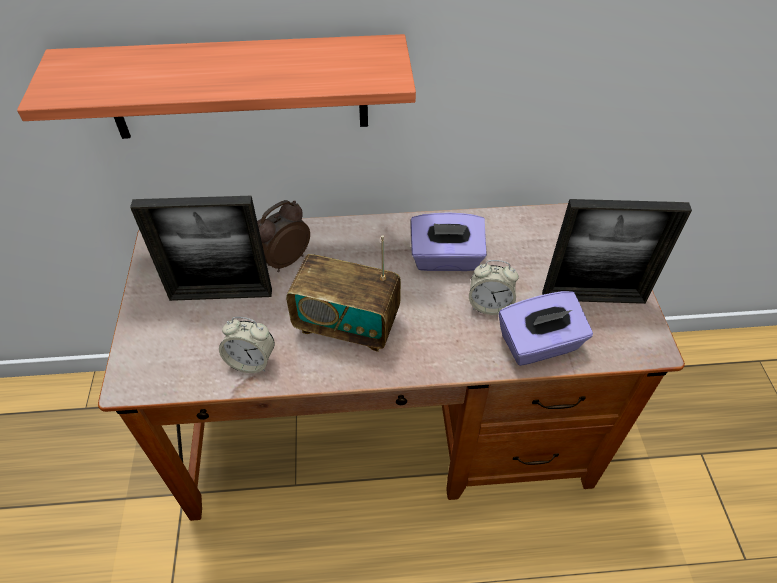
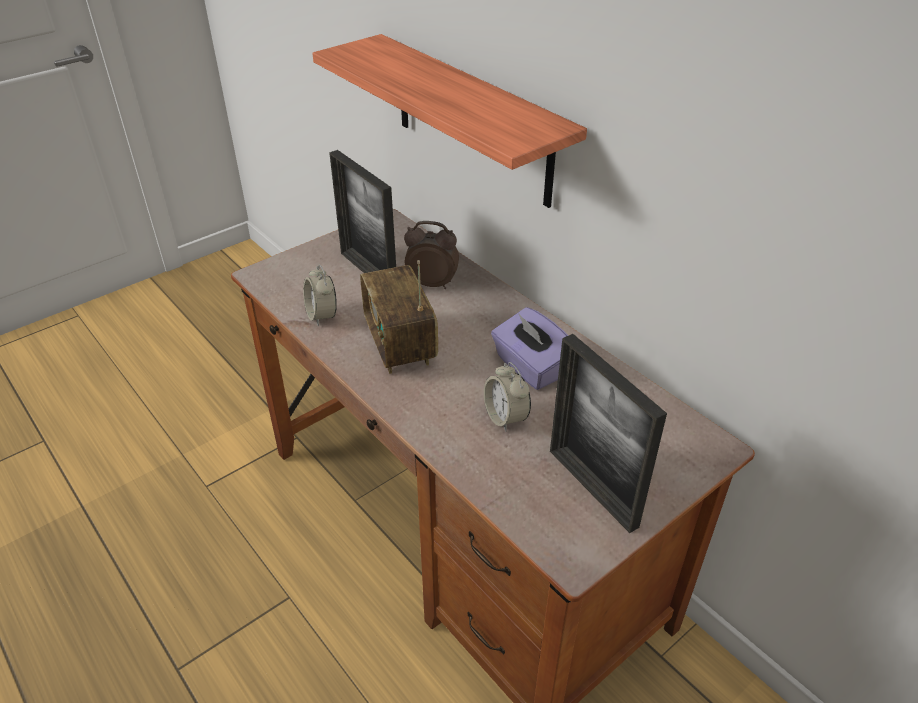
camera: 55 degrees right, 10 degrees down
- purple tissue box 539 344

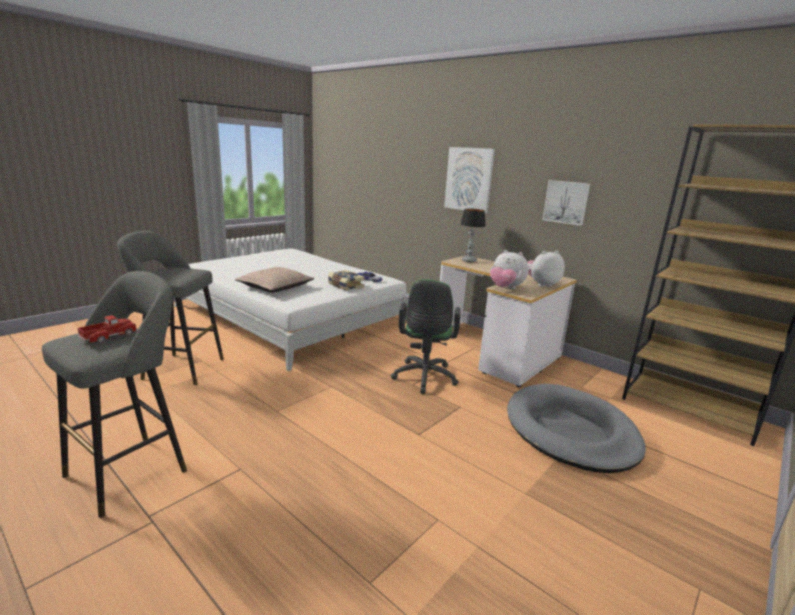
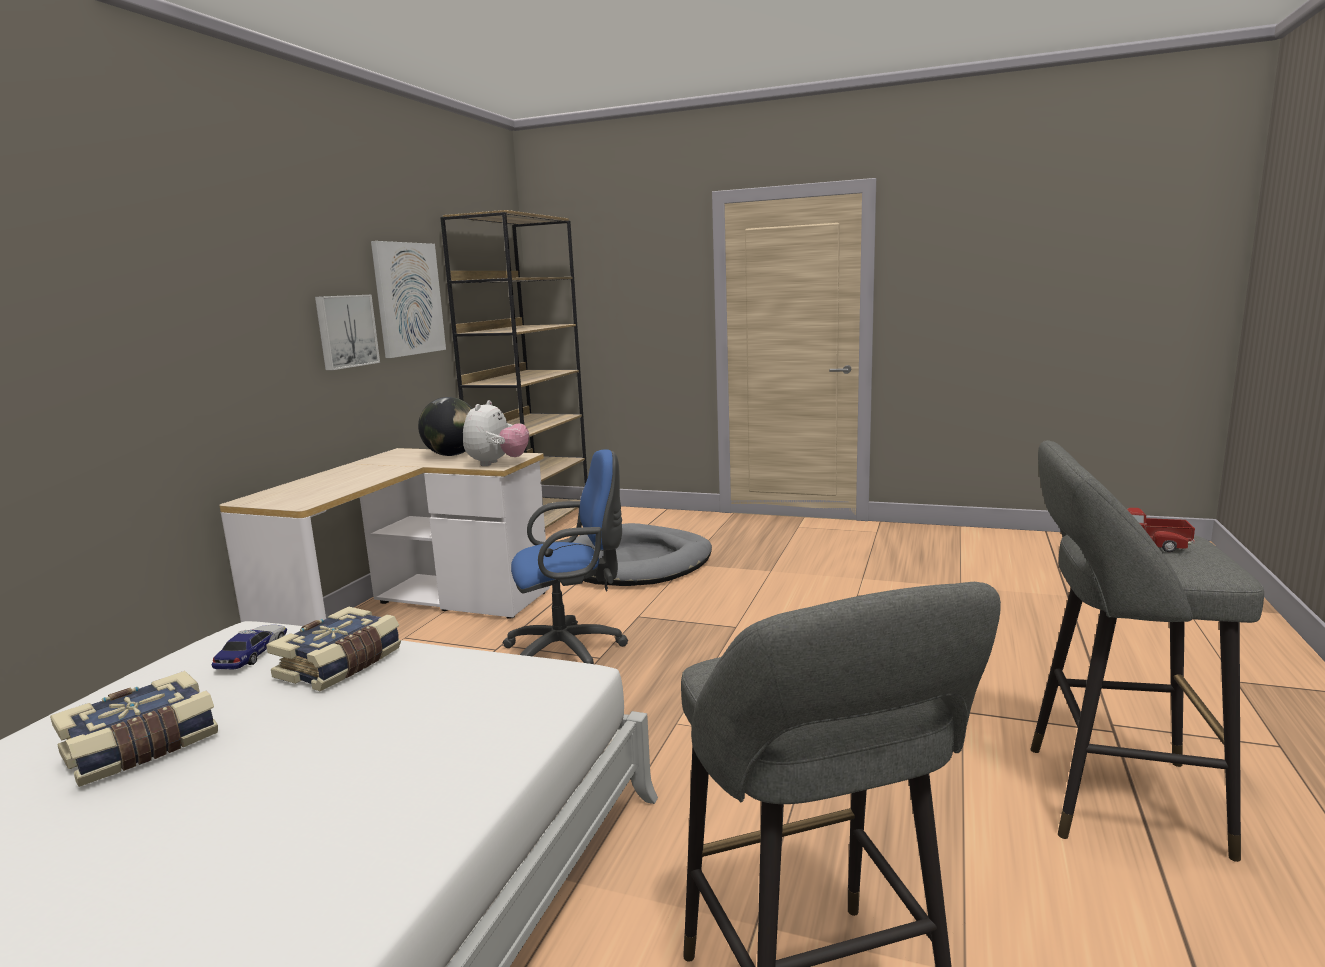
camera: 110 degrees left, 5 degrees down
+ book 142 748
~ picture 469 179 to 408 299
~ soft toy 541 284 to desk globe 452 455
~ green-coloured desk chair 424 378 to blue desk chair 570 653
- pillow 275 287
- tabletop lamp 468 261

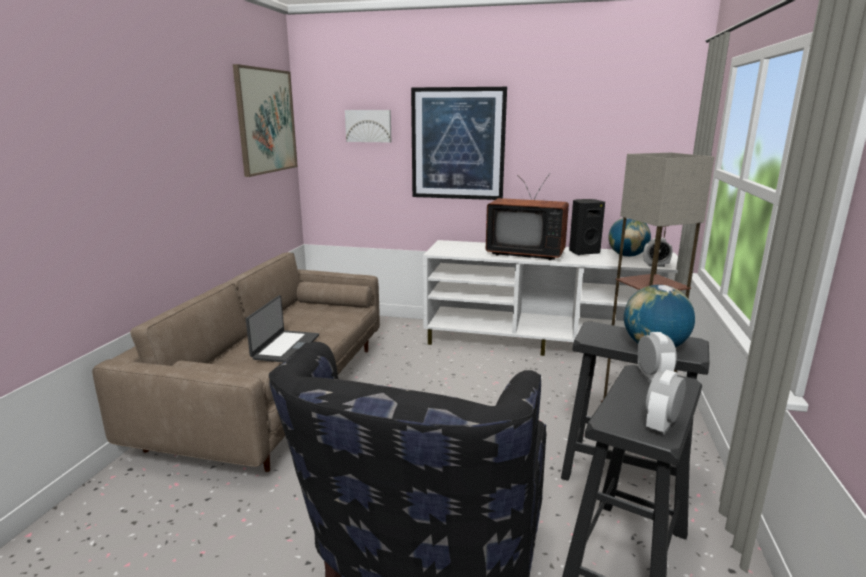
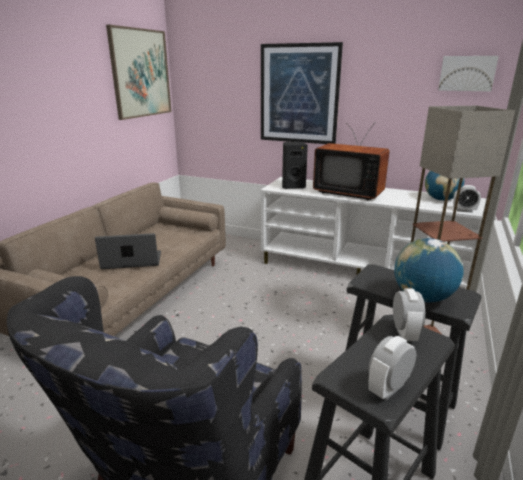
camera: 10 degrees right, 5 degrees up
~ portable computer 285 347 = 132 261 120 degrees counterclockwise
~ black-coloured loudspeaker 583 252 to 292 187
~ picture 368 126 to 467 73

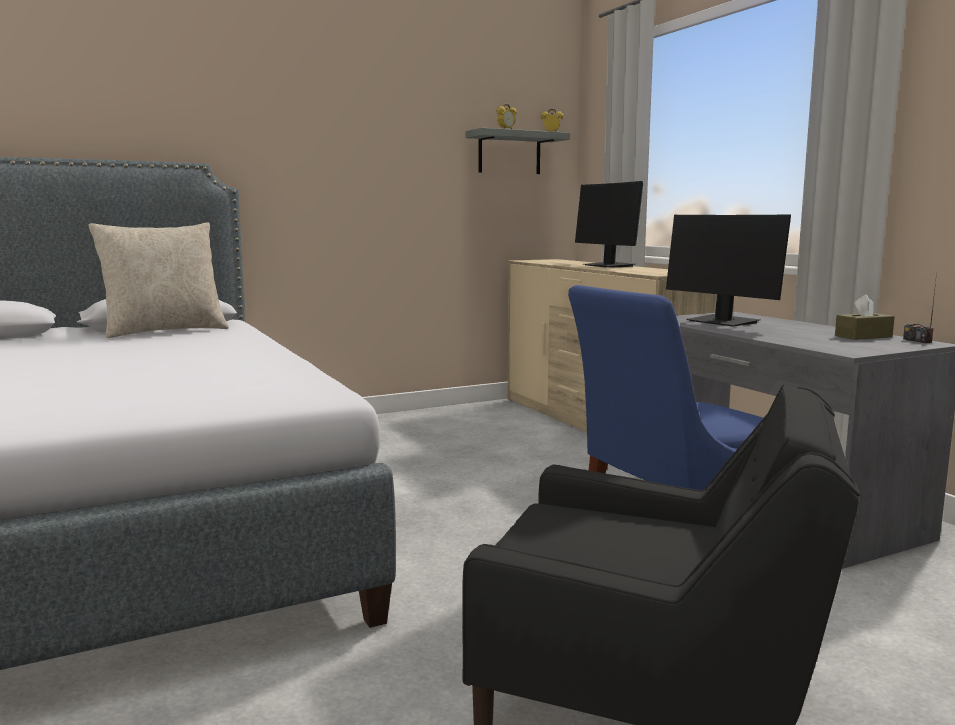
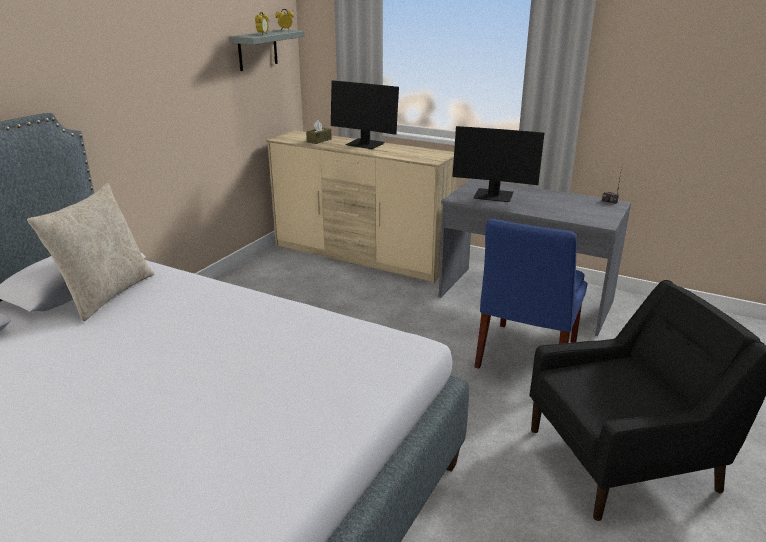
camera: 35 degrees left, 15 degrees up
~ brown tissue box 863 336 to 319 140

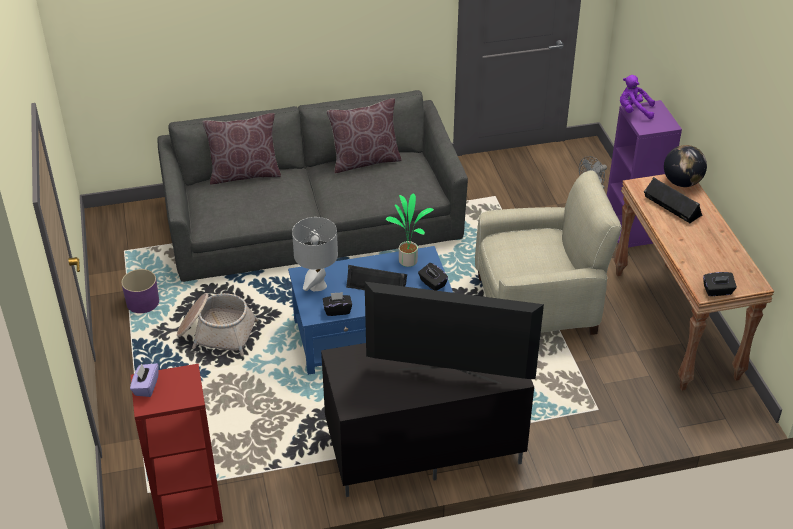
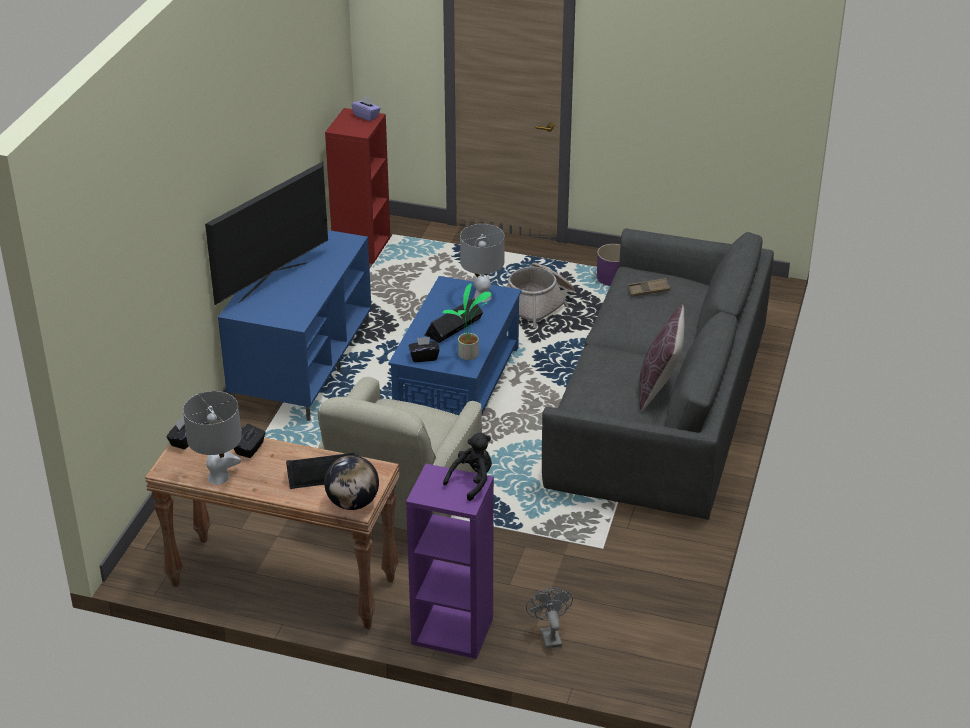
camera: 120 degrees right, 5 degrees down
+ gray tabletop lamp 219 477
~ black-coloured tv unit 423 448 to blue tv unit 301 364
~ black-coloured tissue box 337 310 to 250 449
~ purple soft toy 634 111 to black-coloured soft toy 472 481
+ brown serving tray 648 290
- brown pillow 244 174

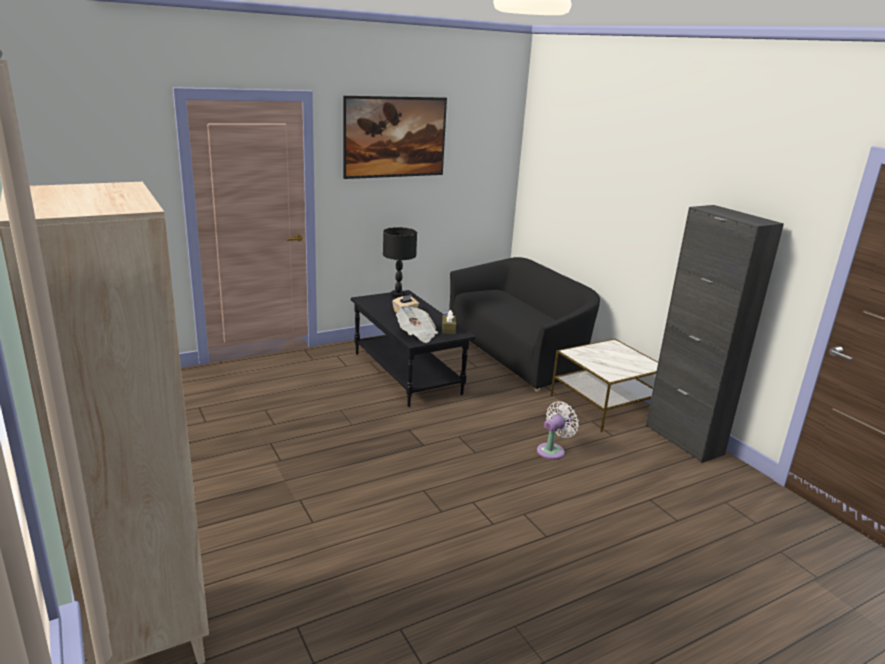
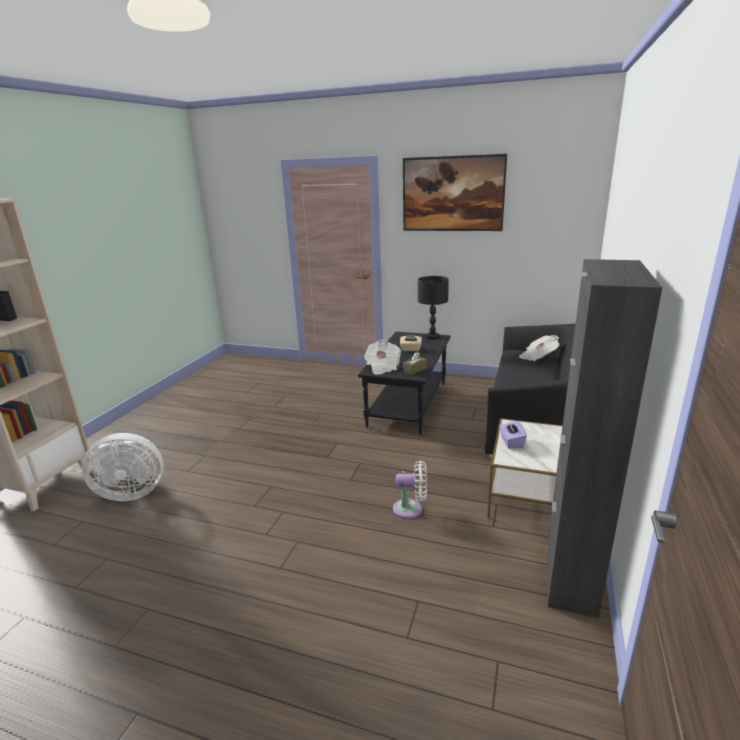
camera: 50 degrees right, 0 degrees up
+ whitish fan 131 492
+ purple tissue box 511 442
+ newspaper 538 357

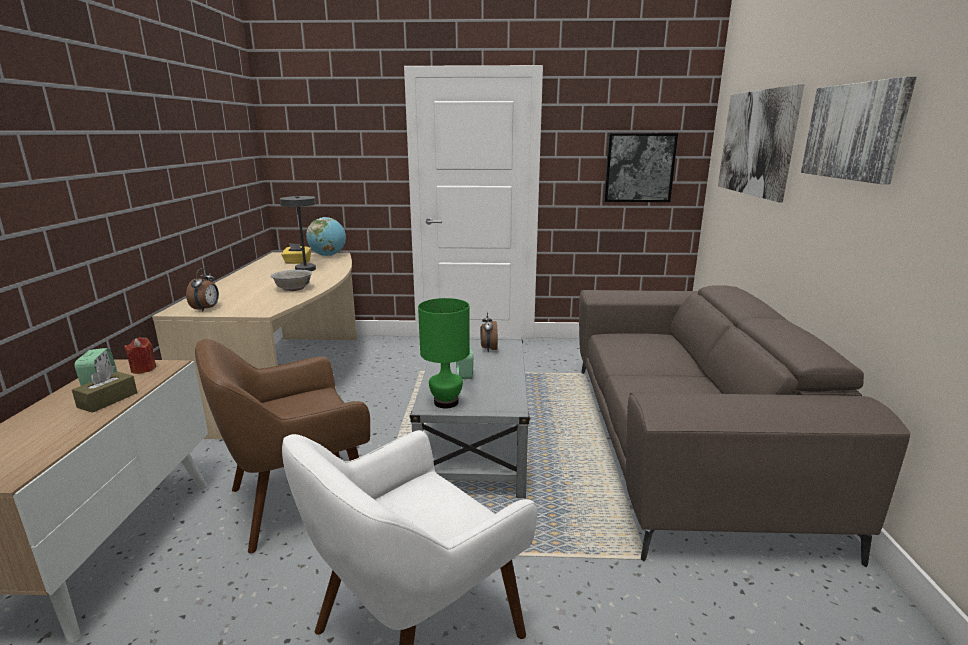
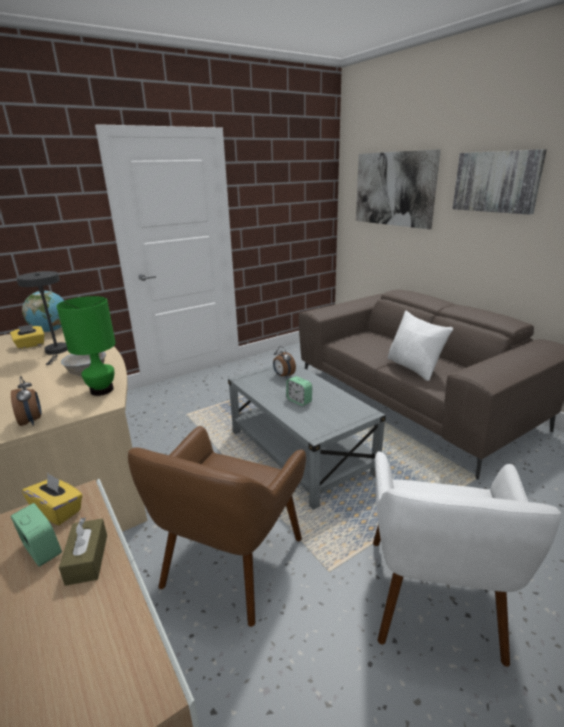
camera: 35 degrees left, 5 degrees up
~ reddish wax candle 143 369 to yellowish tissue box 58 510
~ green-coloured tabletop lamp 446 402 to 102 390
+ whitish pillow 414 368
- picture 639 168

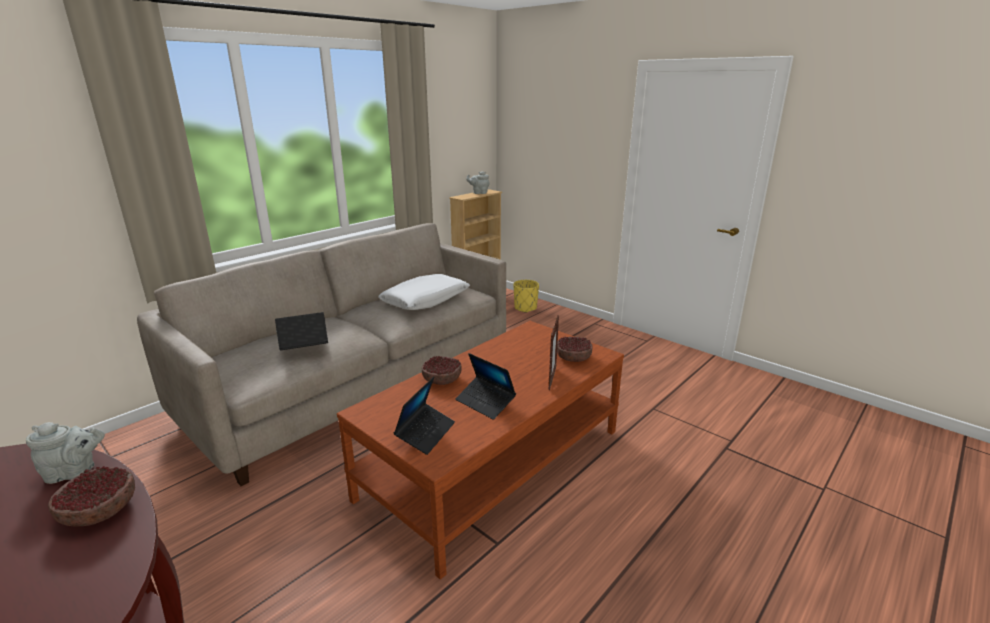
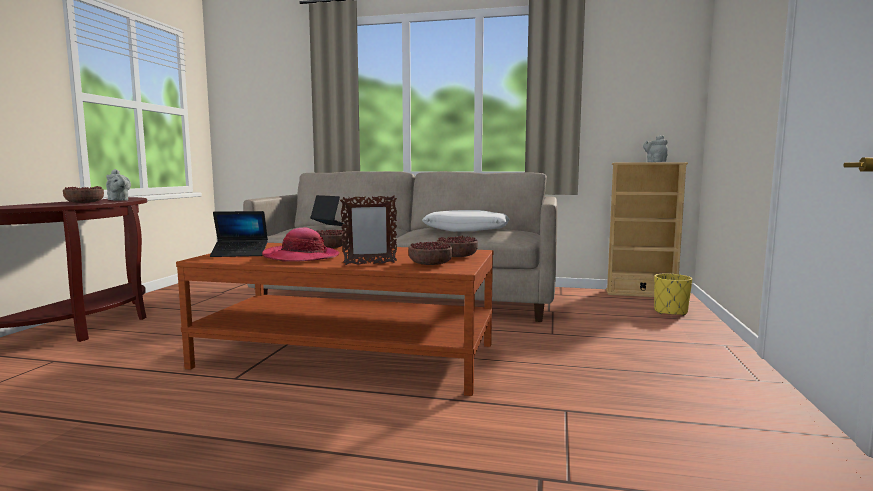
camera: 60 degrees right, 15 degrees down
~ portable computer 485 402 to clothing hat 301 257
+ serving bowl 457 256

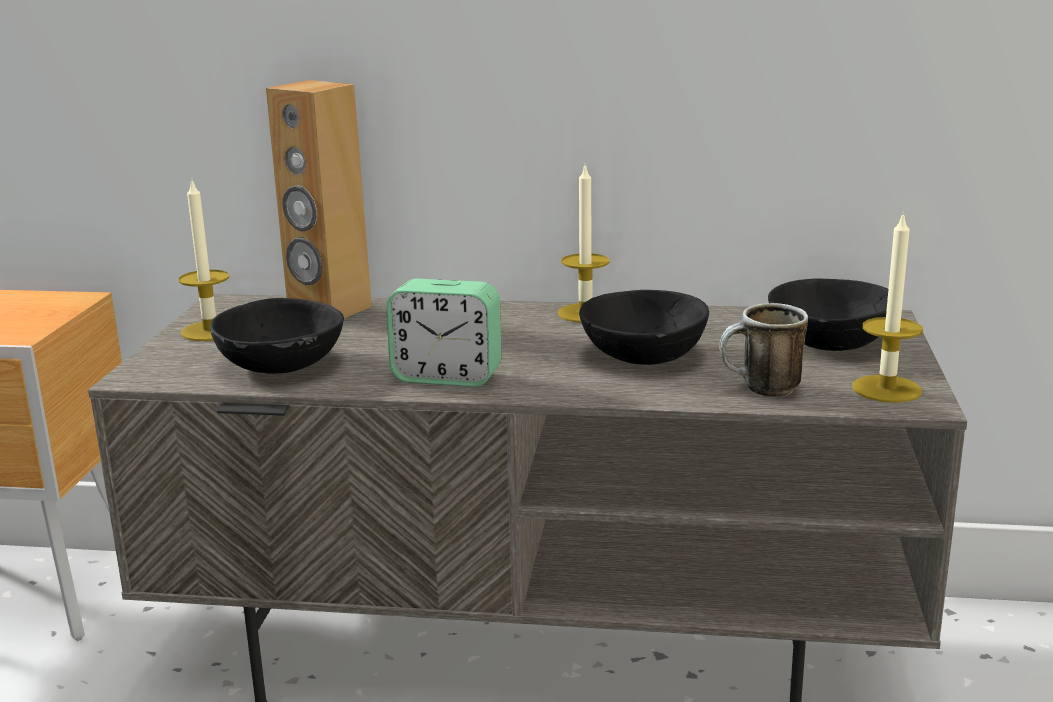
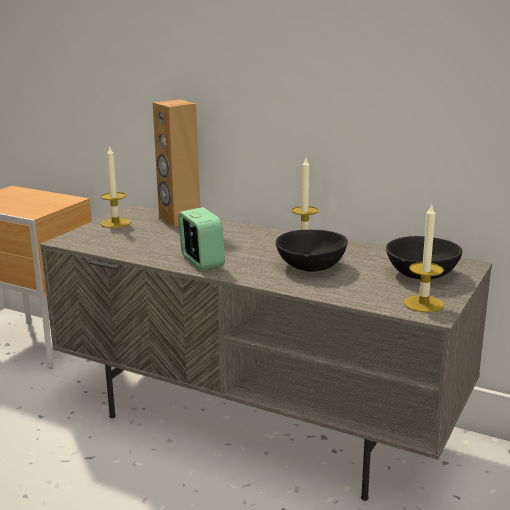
camera: 20 degrees right, 0 degrees up
~ alarm clock 447 376 = 202 262 150 degrees counterclockwise
- black-coloured serving bowl 279 364
- mug 761 390

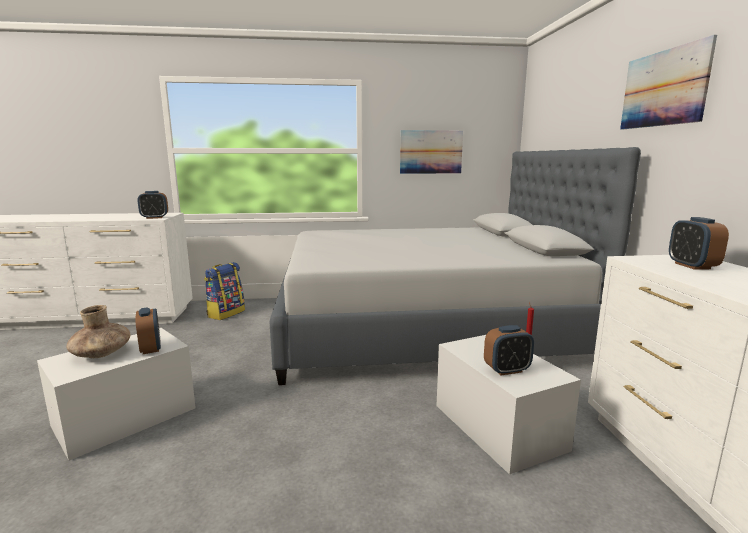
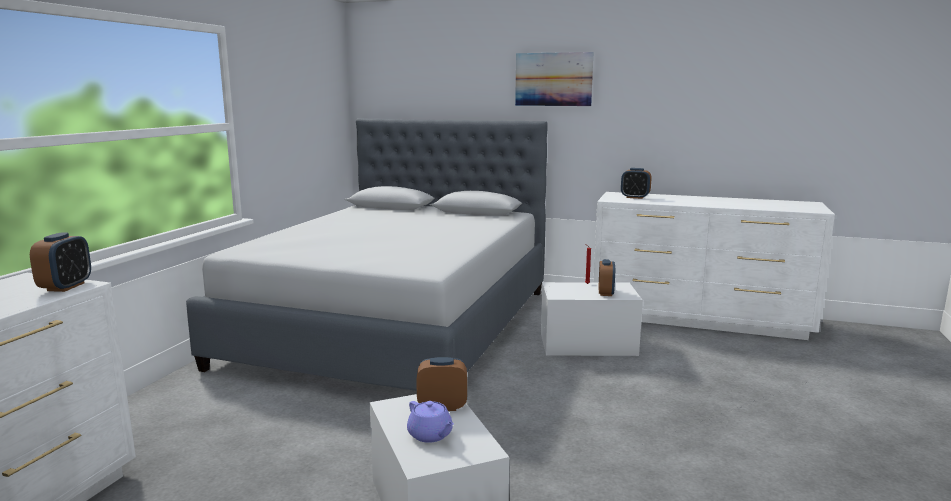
camera: 65 degrees left, 0 degrees up
~ brown decorative vase 101 354 to purple pot for tea 430 435
- backpack 226 313
- picture 431 152

